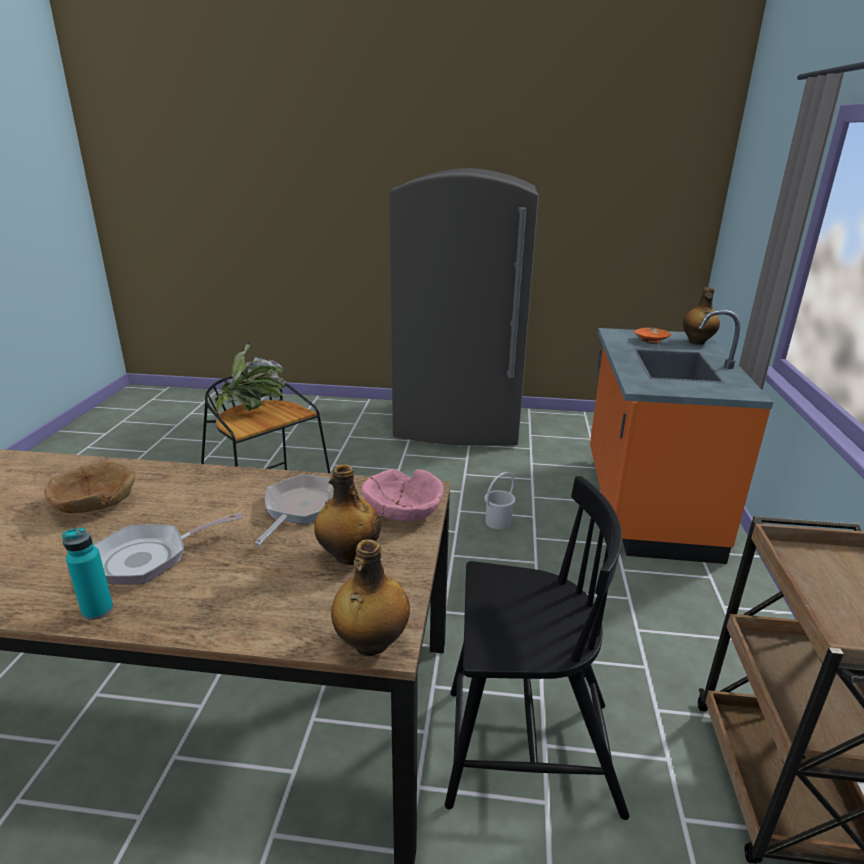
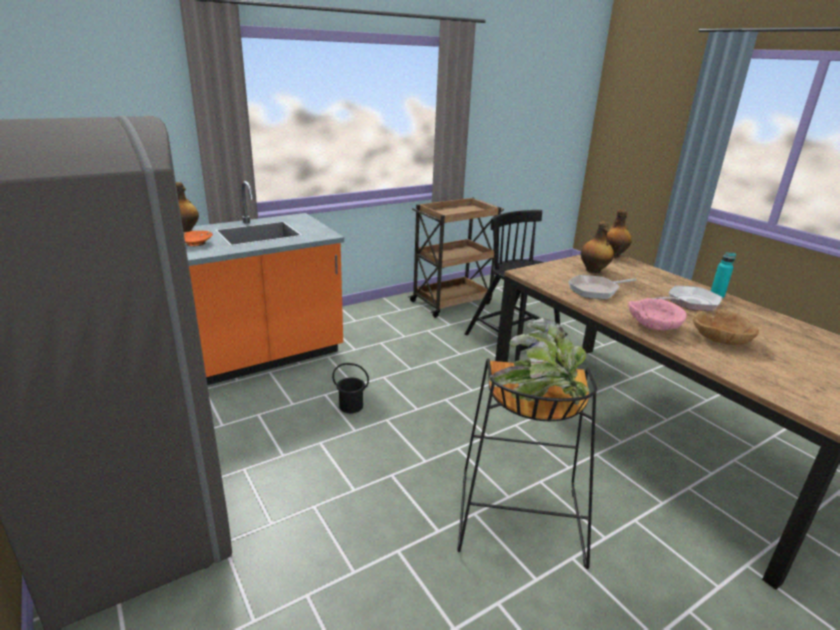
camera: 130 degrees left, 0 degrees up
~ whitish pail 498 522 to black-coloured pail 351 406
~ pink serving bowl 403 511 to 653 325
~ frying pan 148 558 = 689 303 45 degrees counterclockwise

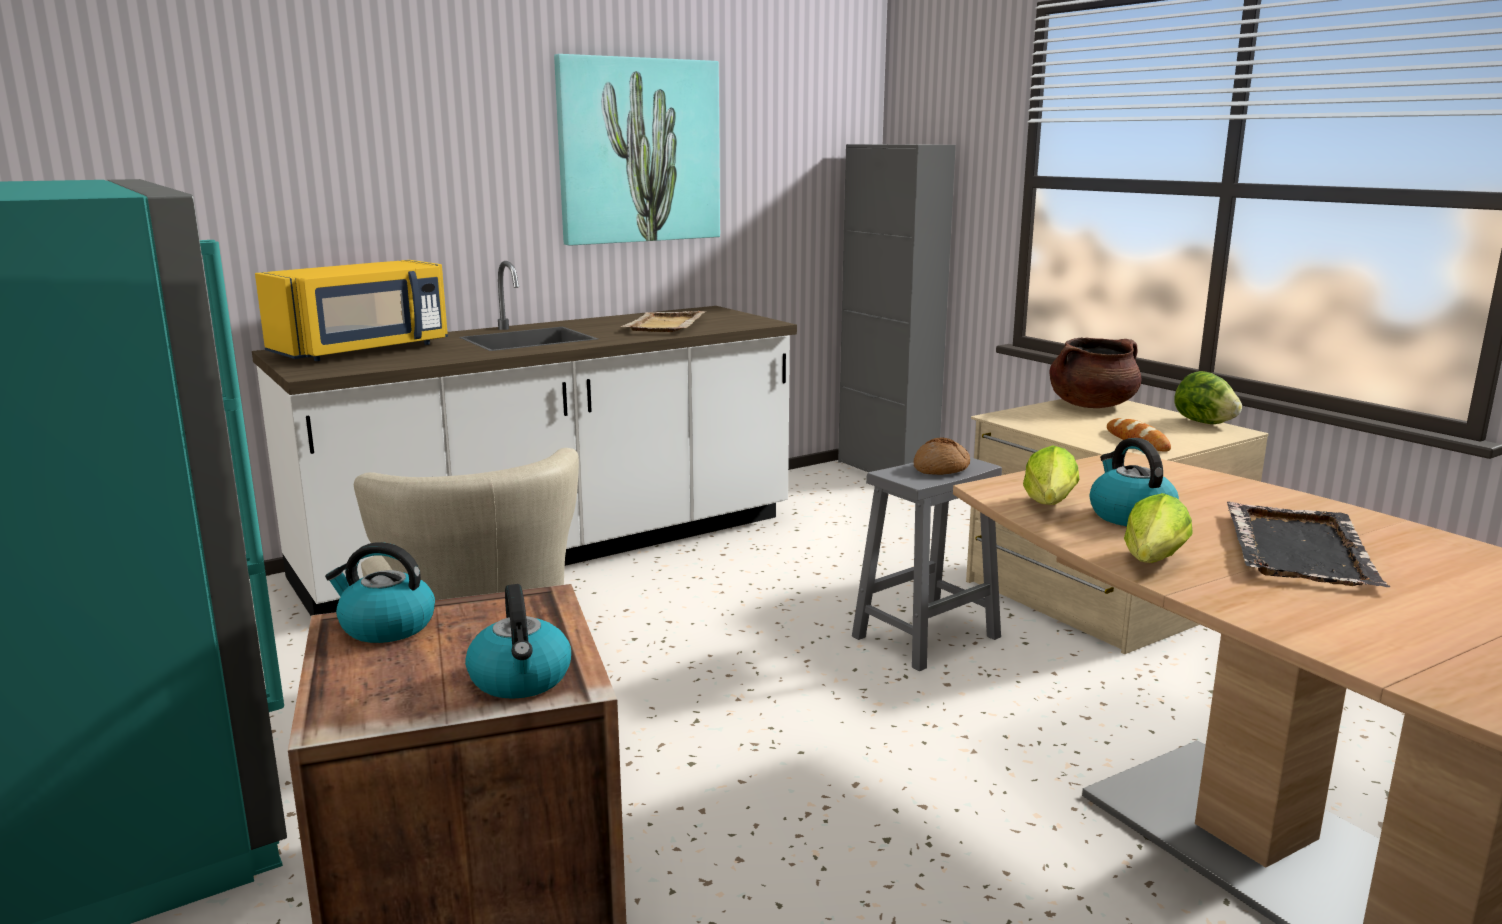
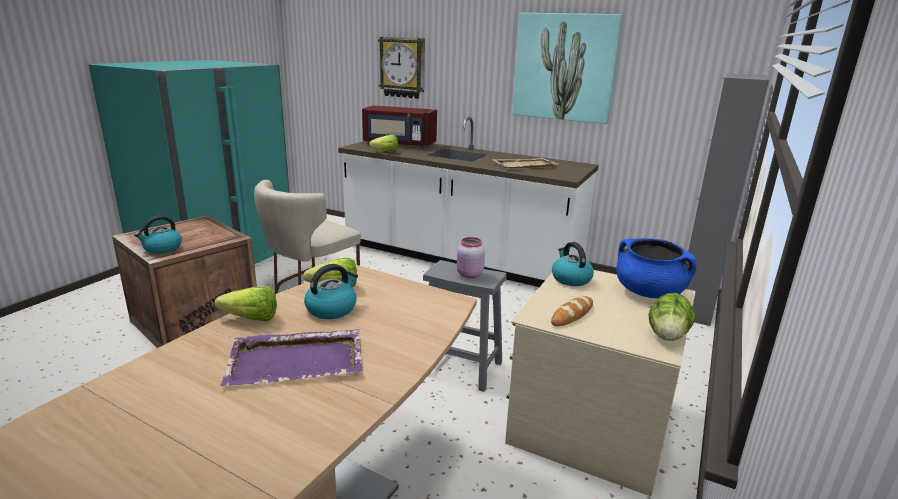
camera: 60 degrees right, 5 degrees up
~ black-coloured serving tray 1298 548 to purple serving tray 297 360
~ yellowish microwave 364 350 to reddish microwave 399 144
+ lettuce 383 152
+ wall clock 403 67
~ bread 941 468 to pink jar 469 274
~ tea kettle 386 627 to 570 279
~ brown saucepot 1092 406 to blue saucepot 649 293

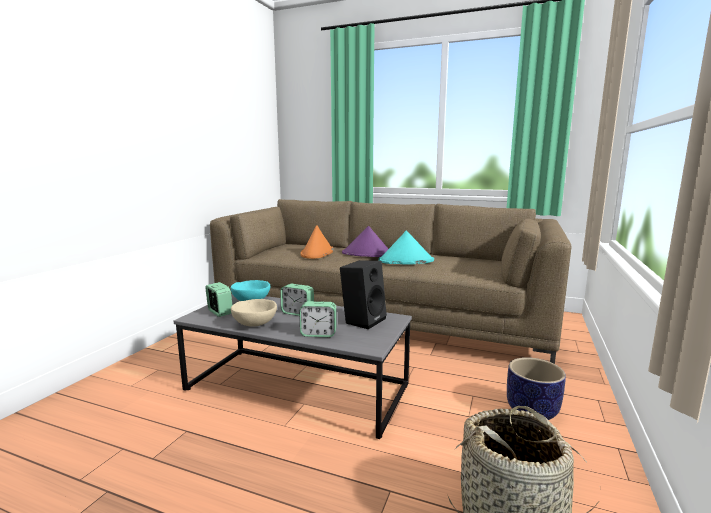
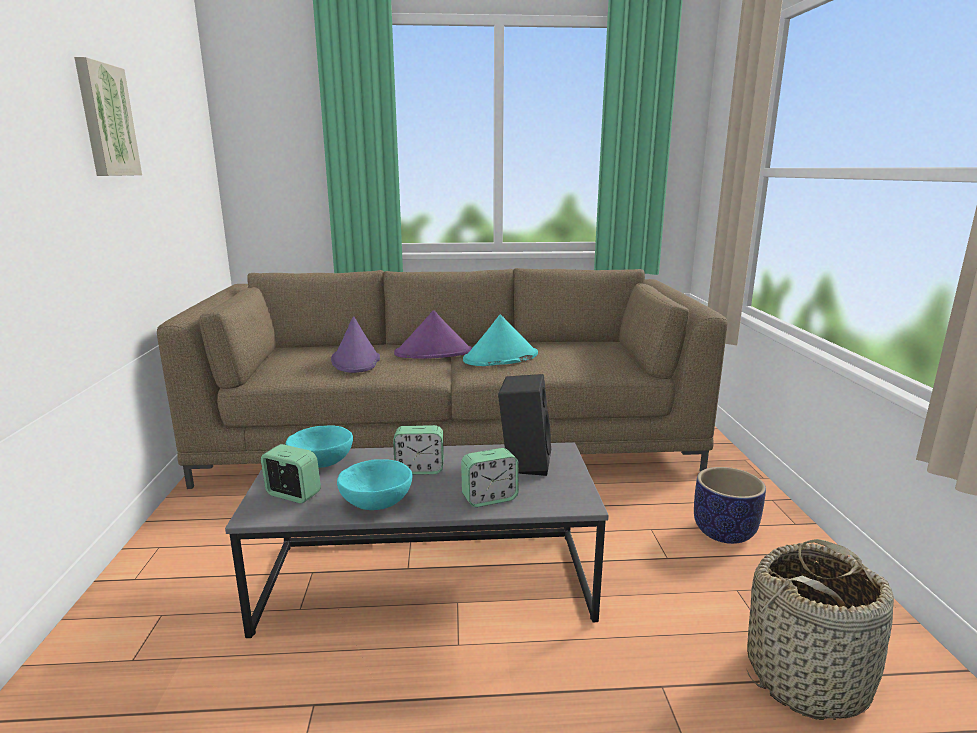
camera: 25 degrees left, 5 degrees up
+ picture 105 120
~ orange-coloured clothing hat 317 253 to purple clothing hat 356 360
~ sand-coloured serving bowl 255 324 to blue-green serving bowl 377 503

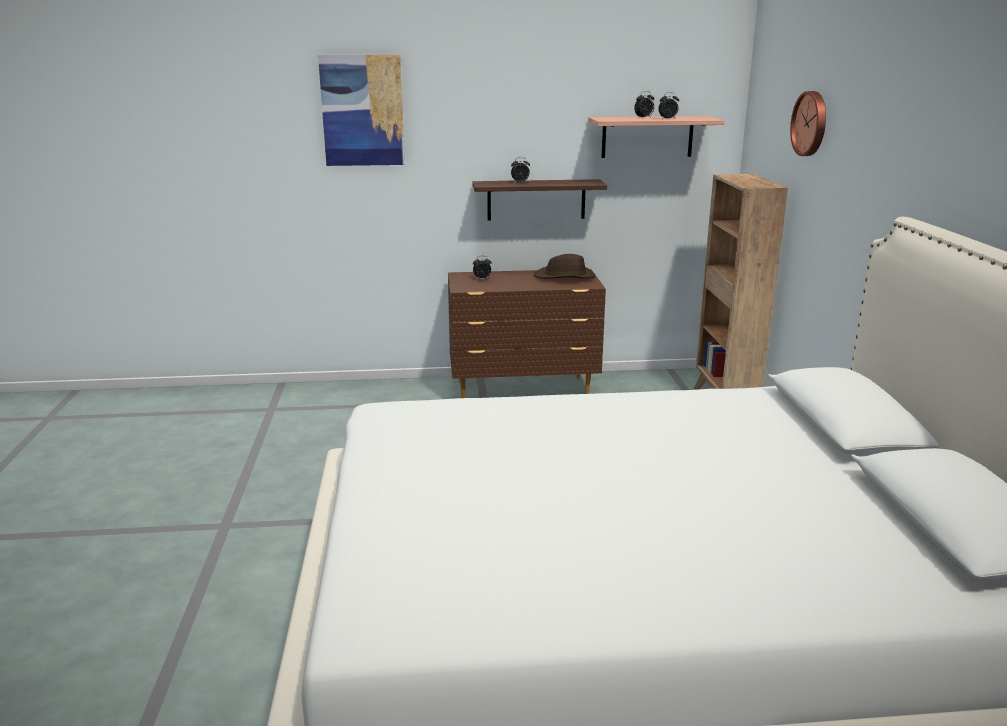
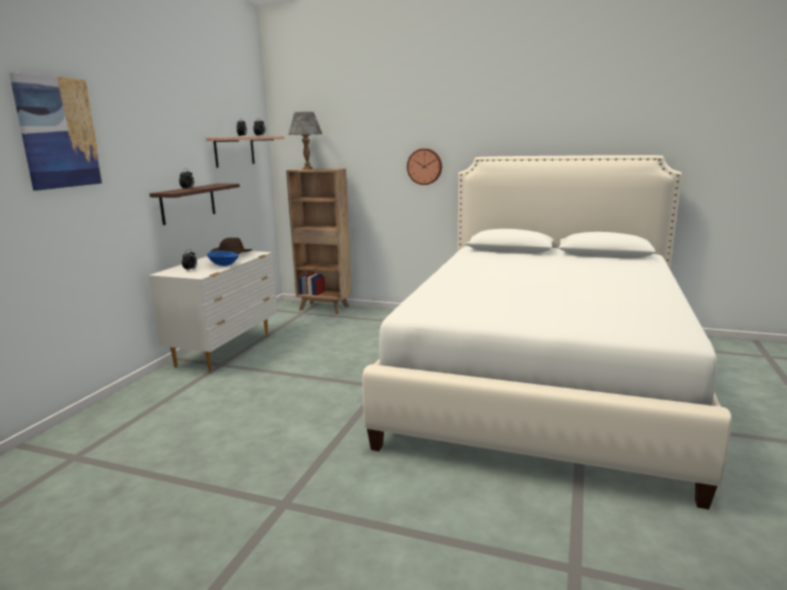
camera: 65 degrees left, 5 degrees down
~ brown dresser 524 390 to whitish dresser 226 350
+ blue serving bowl 224 265
+ gray tabletop lamp 307 169
~ wall clock 811 123 to 424 166

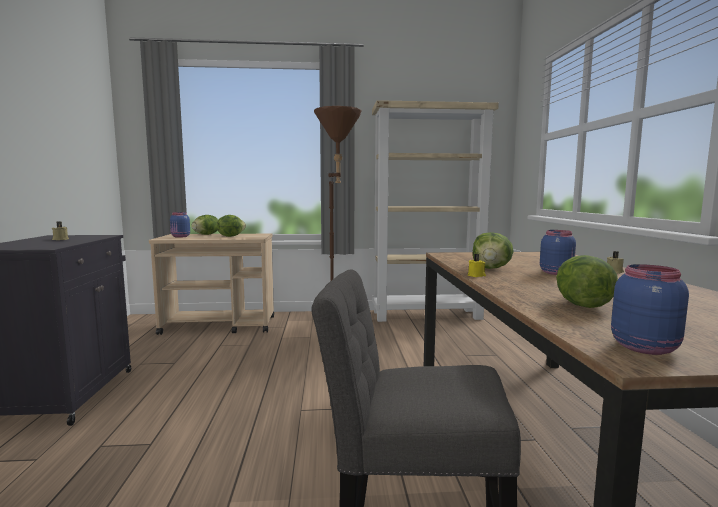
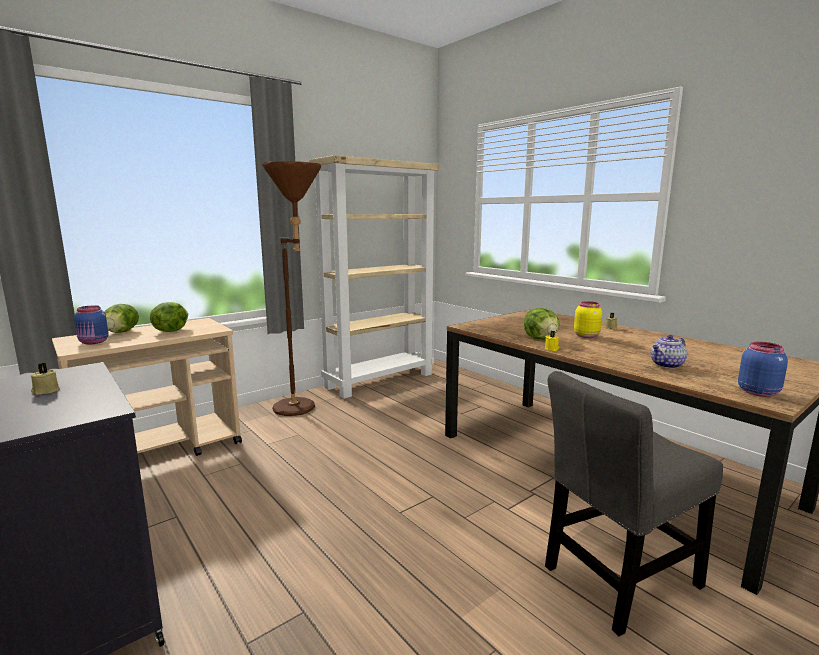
camera: 35 degrees left, 5 degrees up
~ blue jar 556 273 to yellowish jar 586 336
~ lettuce 581 305 to pot for tea 666 365

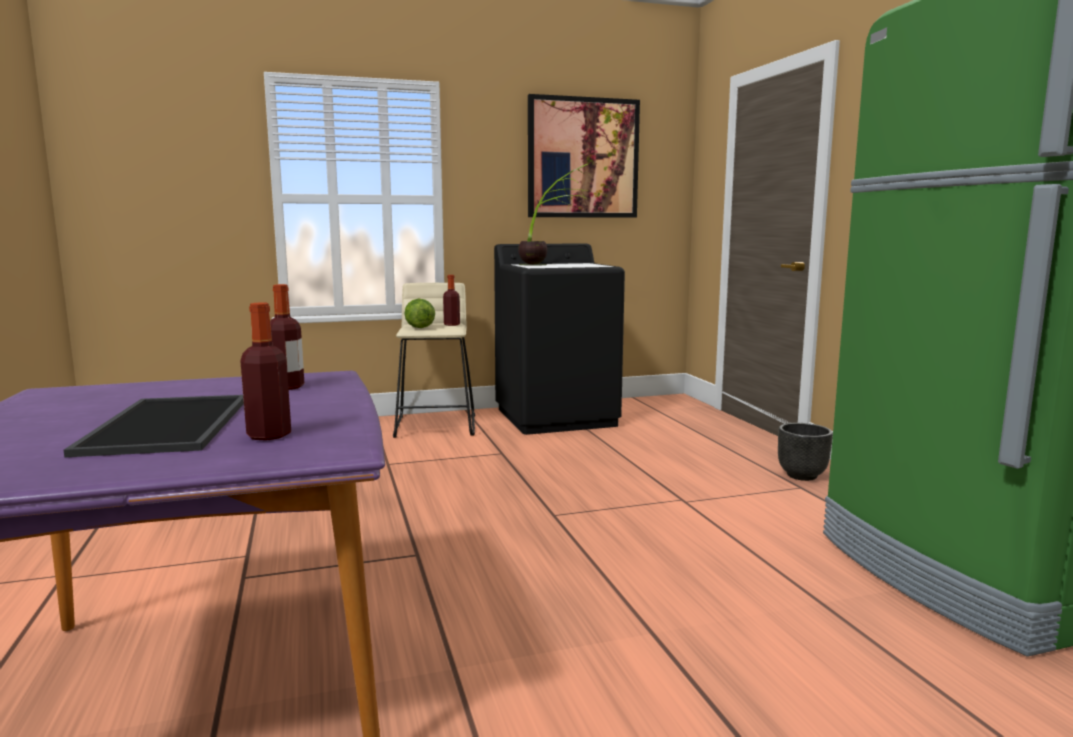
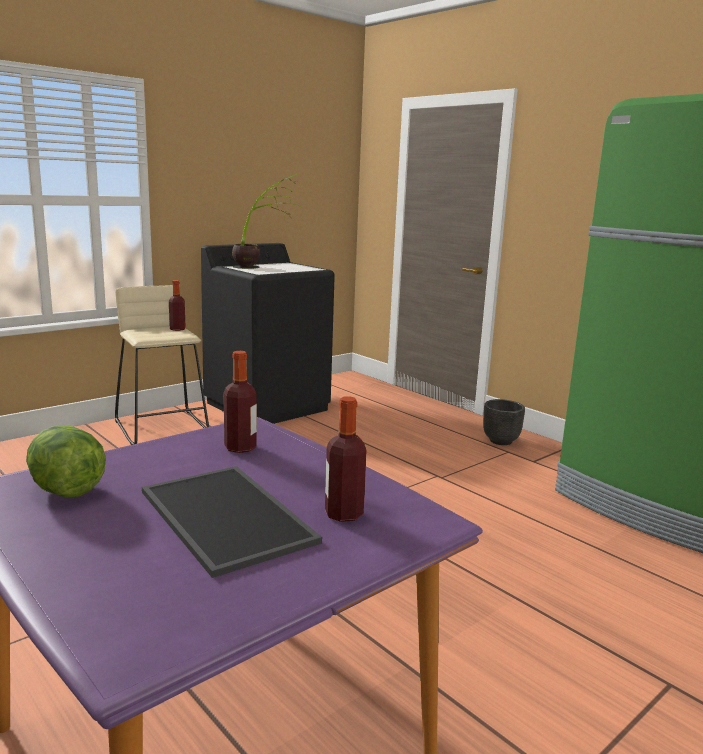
camera: 25 degrees left, 5 degrees up
~ lettuce 419 327 to 66 490
- picture 583 158

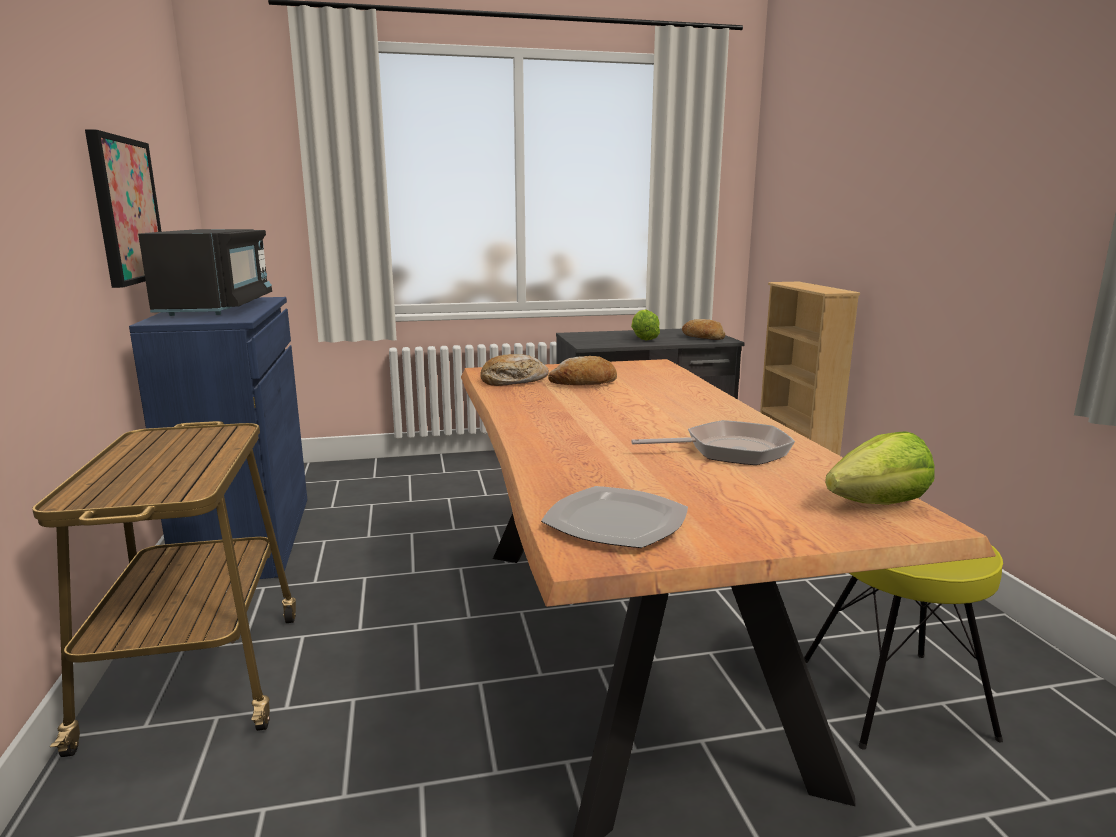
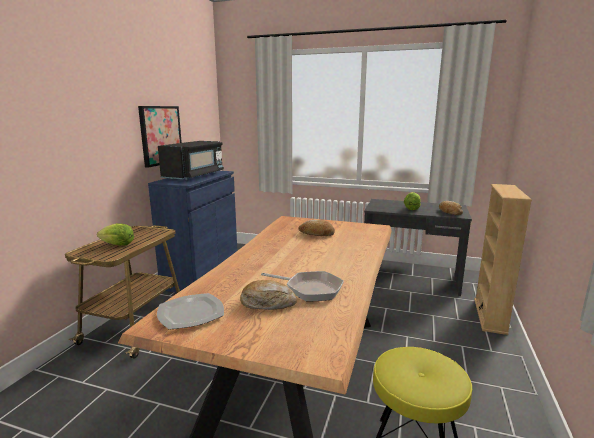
camera: 30 degrees right, 0 degrees up
~ lettuce 878 504 to 117 245
~ bread 513 381 to 268 303

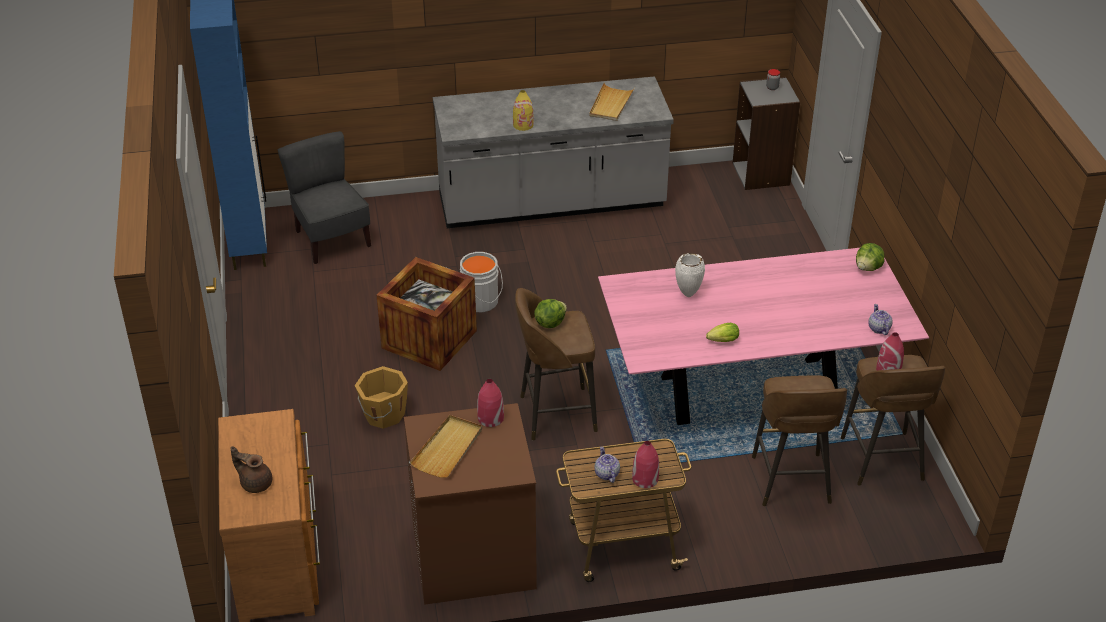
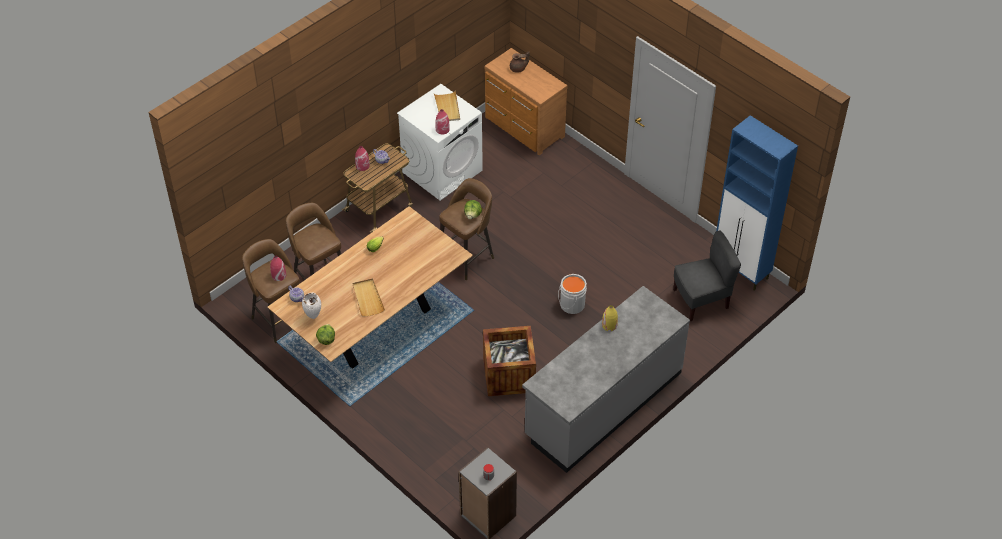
camera: 145 degrees right, 10 degrees up
~ pink dining table 750 390 to brown dining table 376 326
~ whitish decorative vase 688 294 to 313 317
~ sand-coloured serving tray 611 104 to 368 298
~ brown laundry machine 472 556 to whitish laundry machine 442 171
~ packing crate 429 339 to 509 375
~ gray plain chair 331 239 = 701 300 45 degrees counterclockwise
- orange-coloured pail 383 414

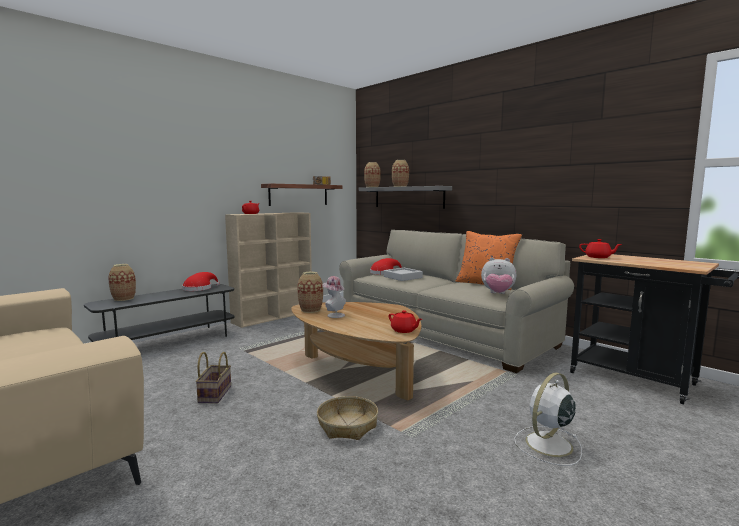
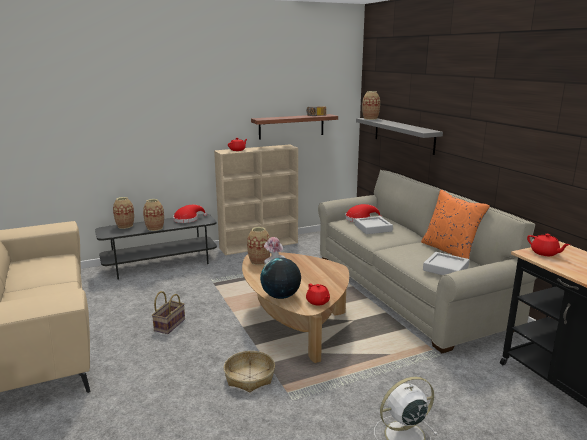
camera: 20 degrees right, 10 degrees up
~ decorative vase 400 186 to 155 228
+ desk globe 281 296
~ soft toy 498 294 to gray serving tray 445 268

